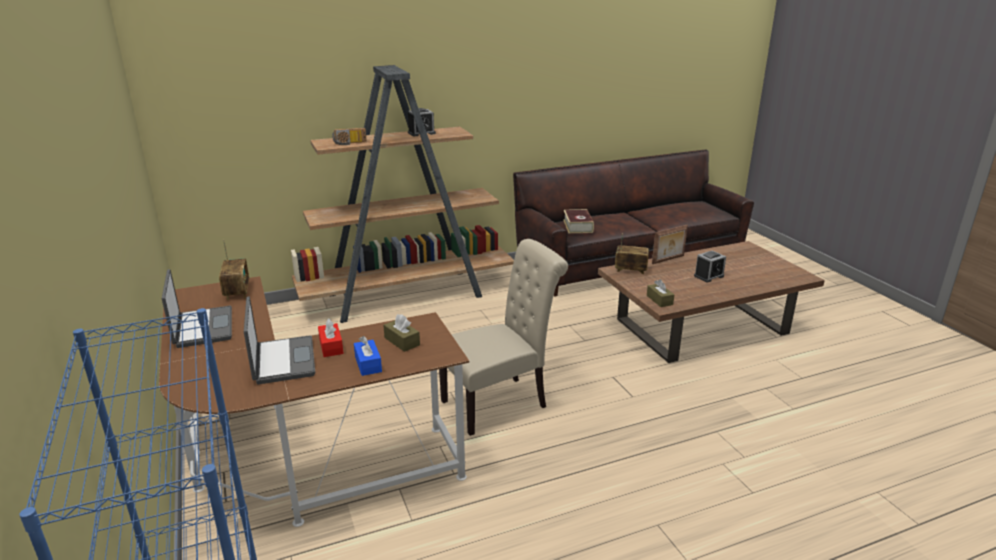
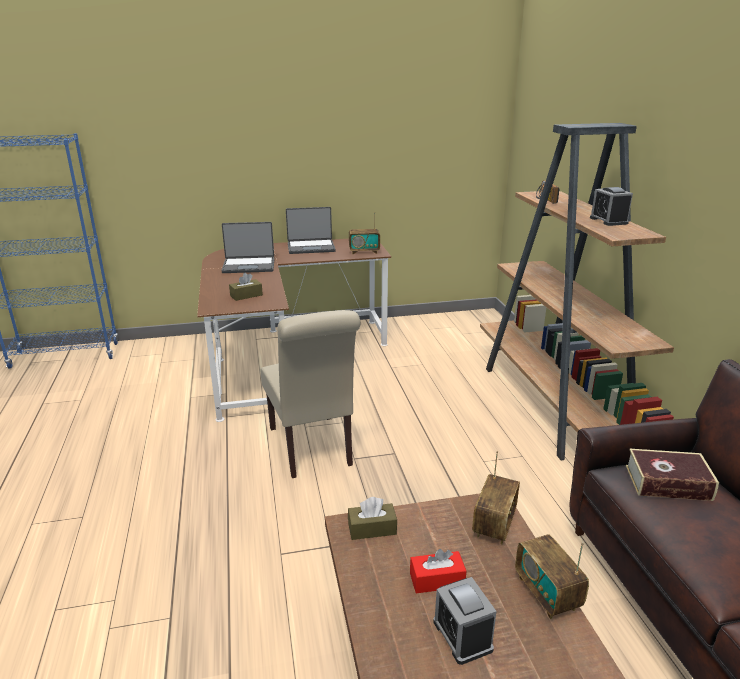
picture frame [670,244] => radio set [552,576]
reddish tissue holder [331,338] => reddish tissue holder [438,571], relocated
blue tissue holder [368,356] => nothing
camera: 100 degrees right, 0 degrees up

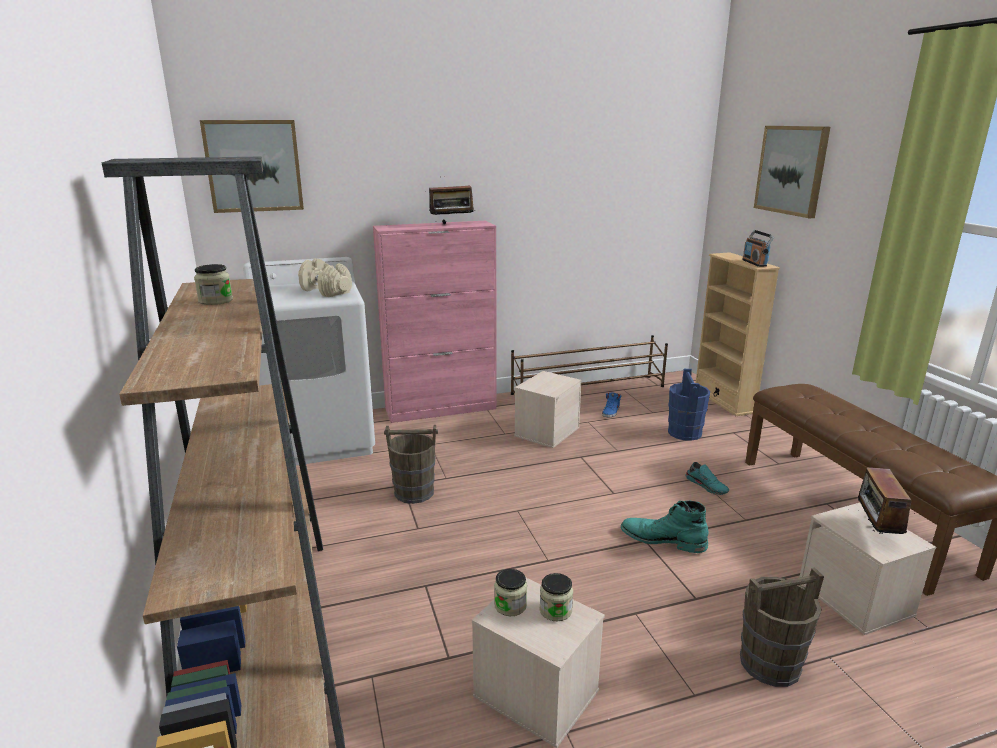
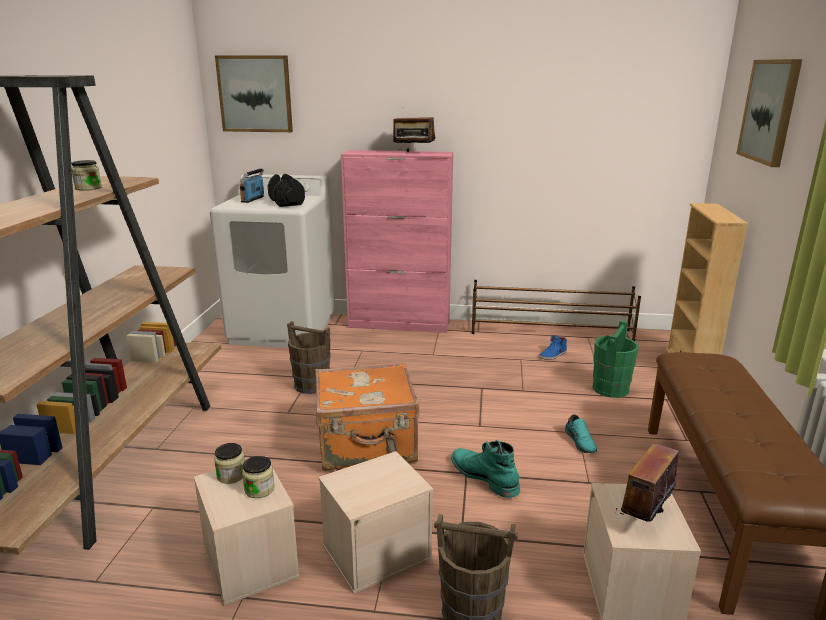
radio set [758,248] => radio set [252,185], relocated
sand-coloured dumbbell [325,277] => black-coloured dumbbell [286,190]
blue bucket [689,405] => green bucket [616,359]
sand-coloured storage container [548,409] => sand-coloured storage container [375,522], relocated
nothing => orange suitcase [367,416]
camera: 25 degrees right, 0 degrees up

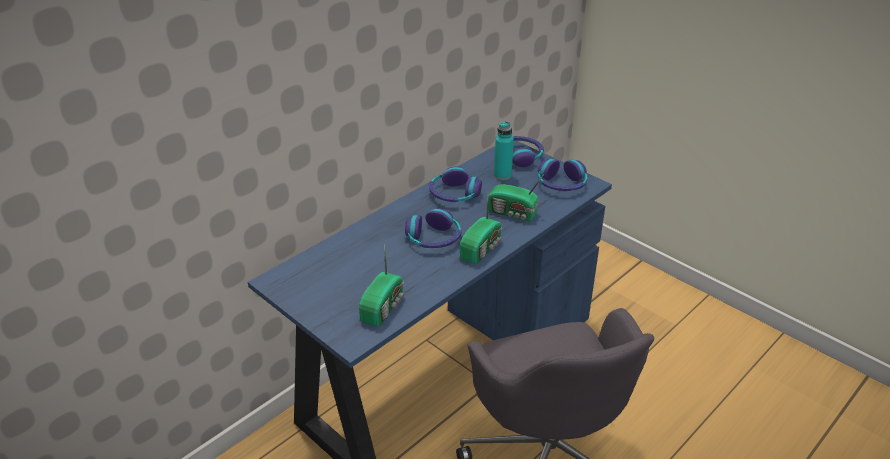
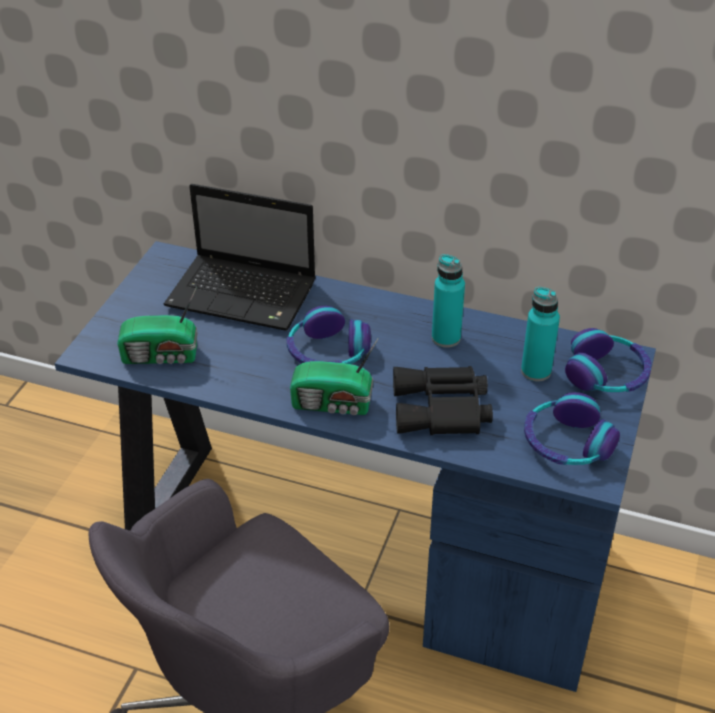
pair of headphones [455,184] => turquoise-coloured bottle [448,301]
radio set [516,197] => black-coloured field glasses [443,400]
nothing => portable computer [240,257]
camera: 65 degrees right, 5 degrees up

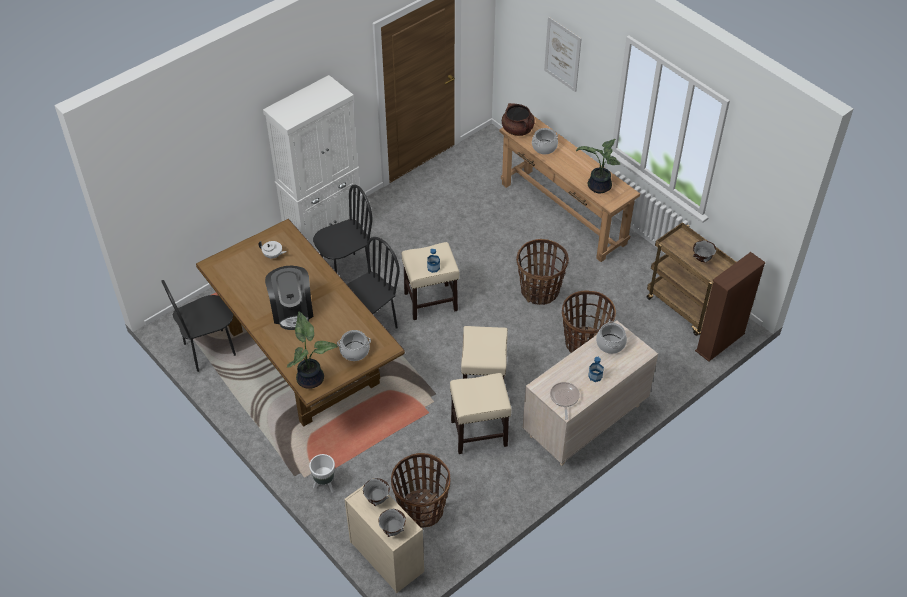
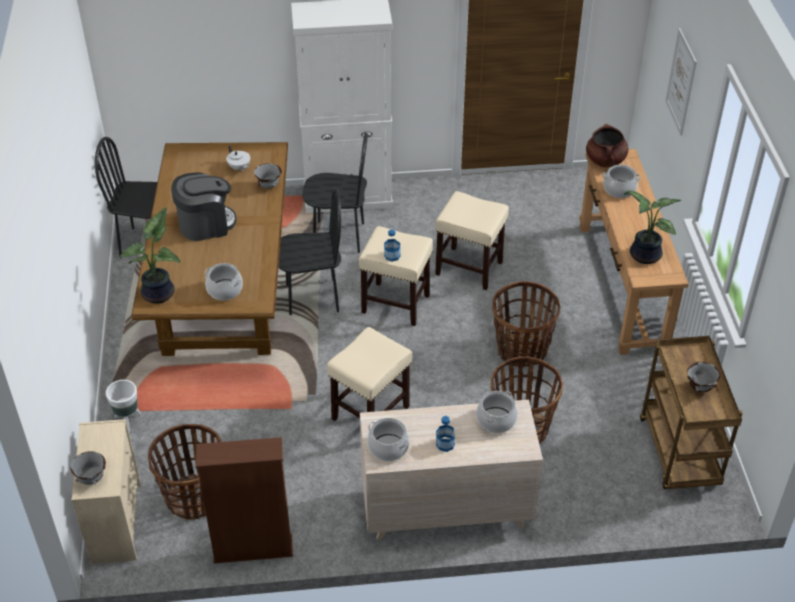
brown-coloured shelving unit [730,307] => brown-coloured shelving unit [244,500], relocated
coffee brewer [289,298] => coffee brewer [204,206], 135 degrees counterclockwise
sand-coloured stool [481,413] => sand-coloured stool [472,240], relocated
frying pan [565,401] => stockpot [388,439]
greyish deep dish [376,492] => greyish deep dish [268,176], relocated
camera: 35 degrees right, 5 degrees down

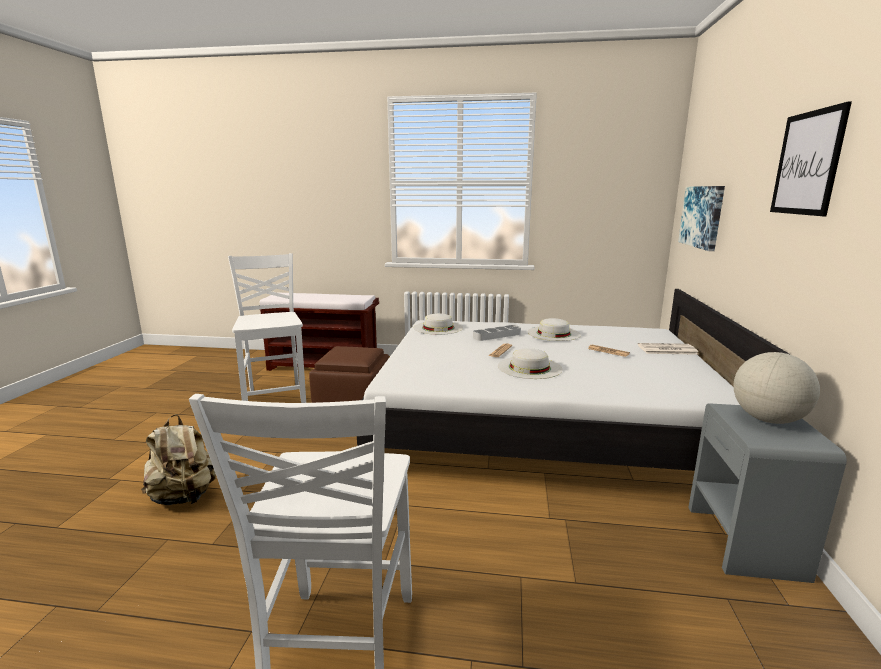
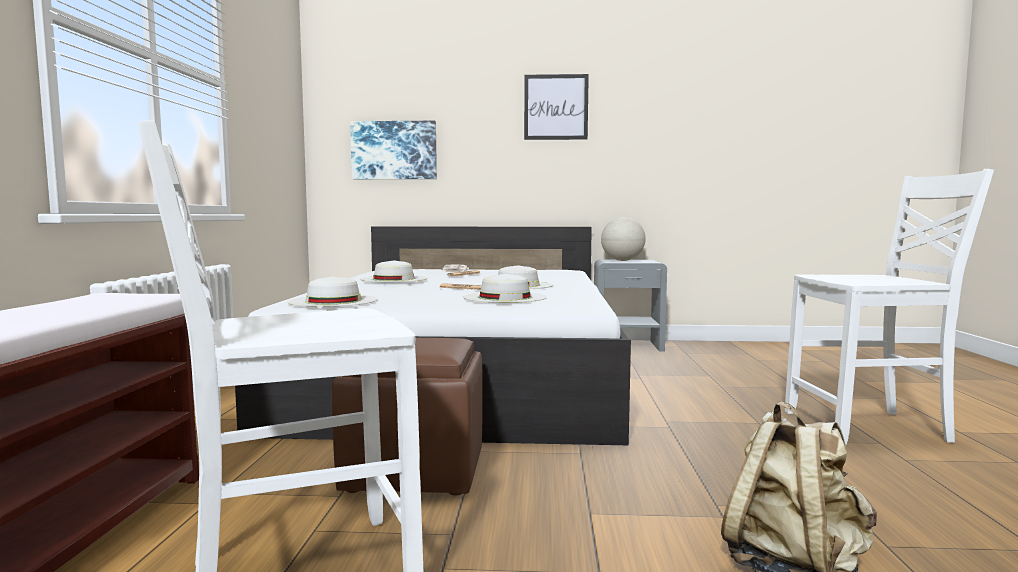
greyish carrying tray [497,333] => nothing
nothing => white clothing hat [505,288]
camera: 95 degrees left, 10 degrees down

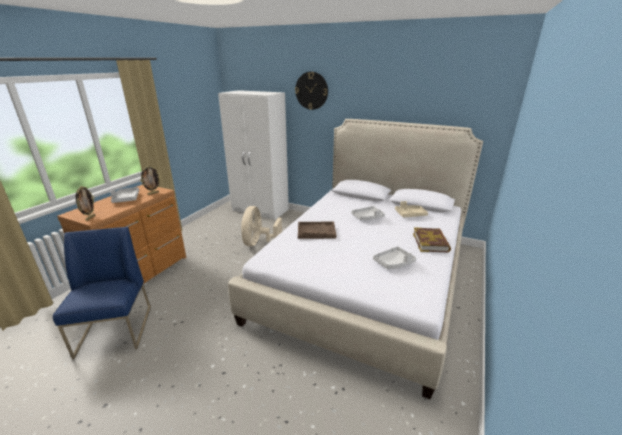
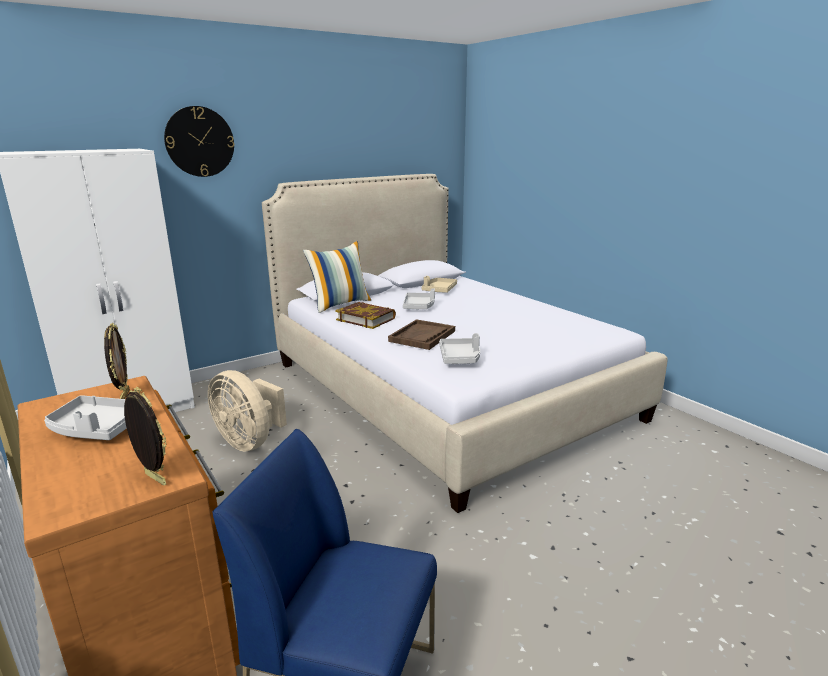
bound book [432,240] => bound book [365,315], relocated
greyish carrying tray [395,257] => greyish carrying tray [459,348], relocated
nothing => pillow [337,277]
camera: 60 degrees left, 5 degrees down

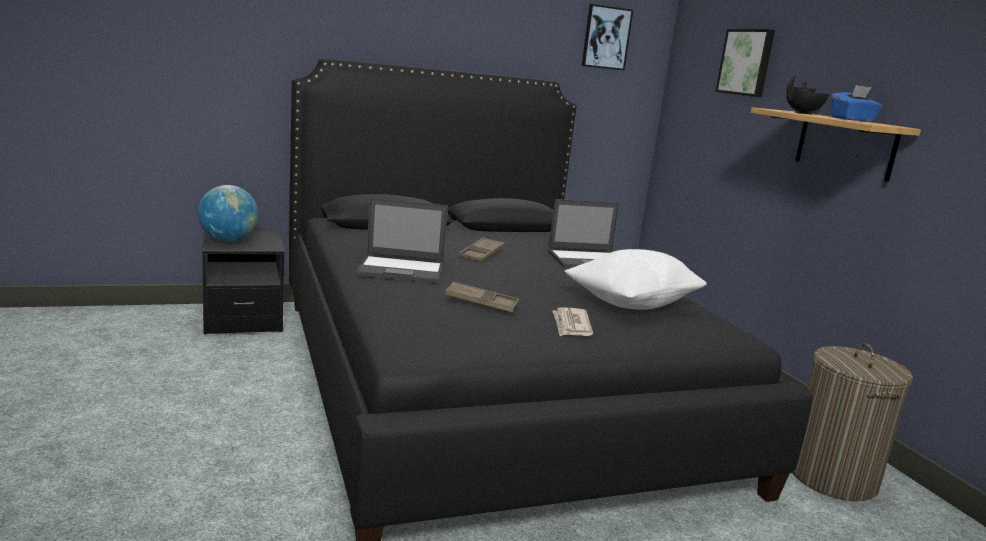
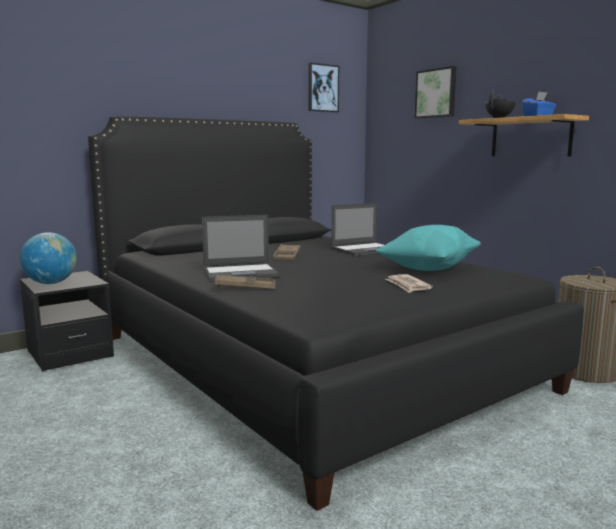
white pillow [636,279] => turquoise-coloured pillow [428,248]
brown-coloured carrying tray [482,297] => brown-coloured carrying tray [245,282], relocated
camera: 15 degrees left, 5 degrees down

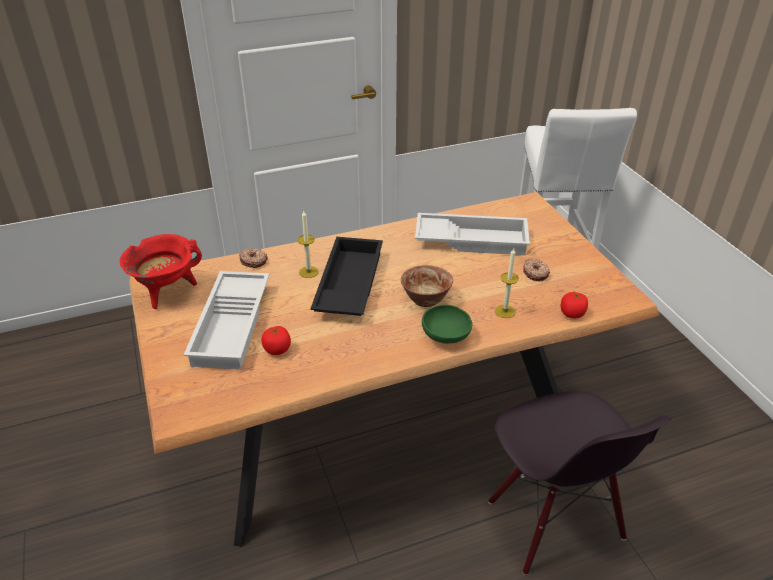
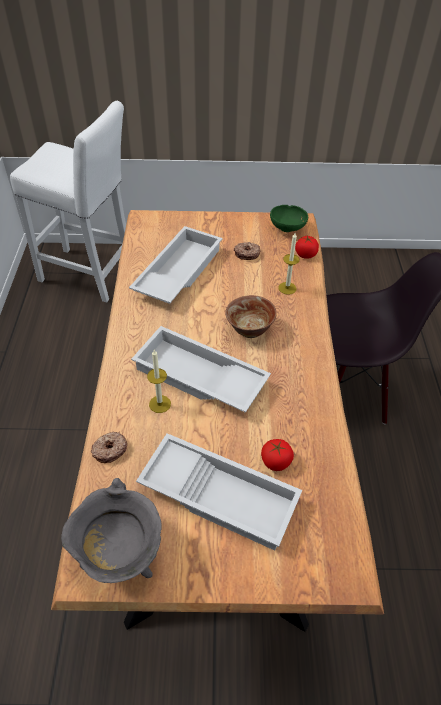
reddish stockpot [161,271] => greyish stockpot [111,530]
black-coloured carrying tray [346,276] => white carrying tray [201,369]
green deep dish [447,324] => green deep dish [289,218], relocated
camera: 70 degrees left, 10 degrees up

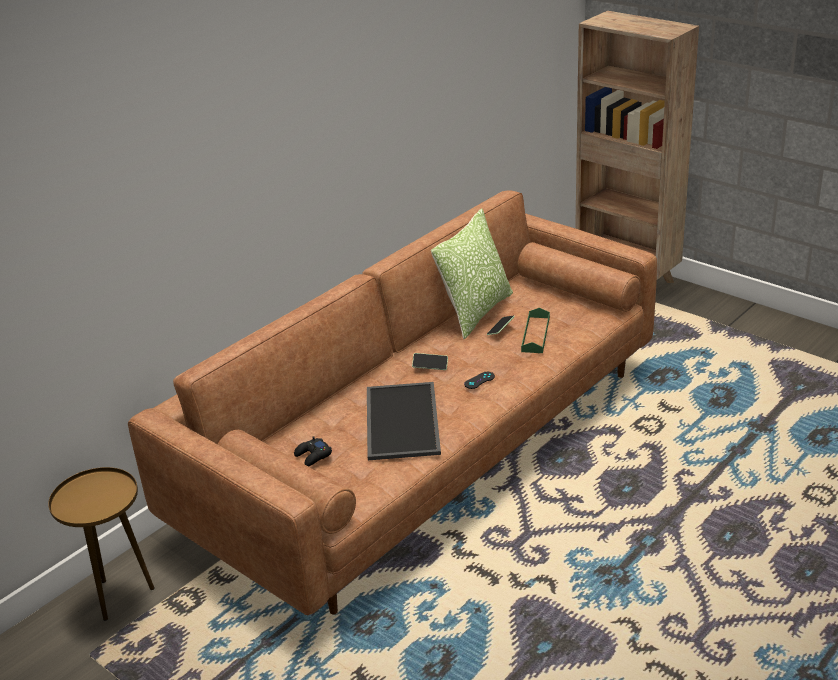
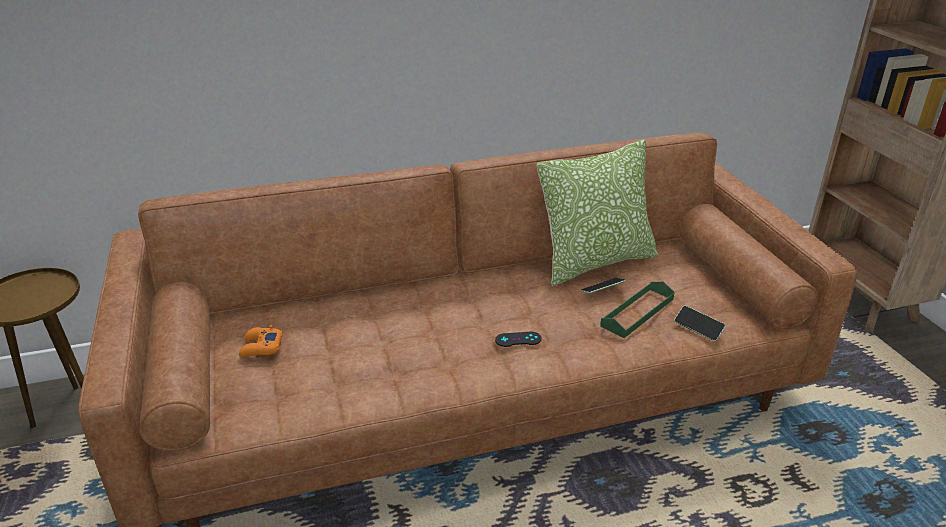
phone [430,361] => phone [700,323], relocated
carrying tray [404,421] => nothing
black-coloured gamepad [313,451] => orange gamepad [261,341]
camera: 30 degrees right, 0 degrees up

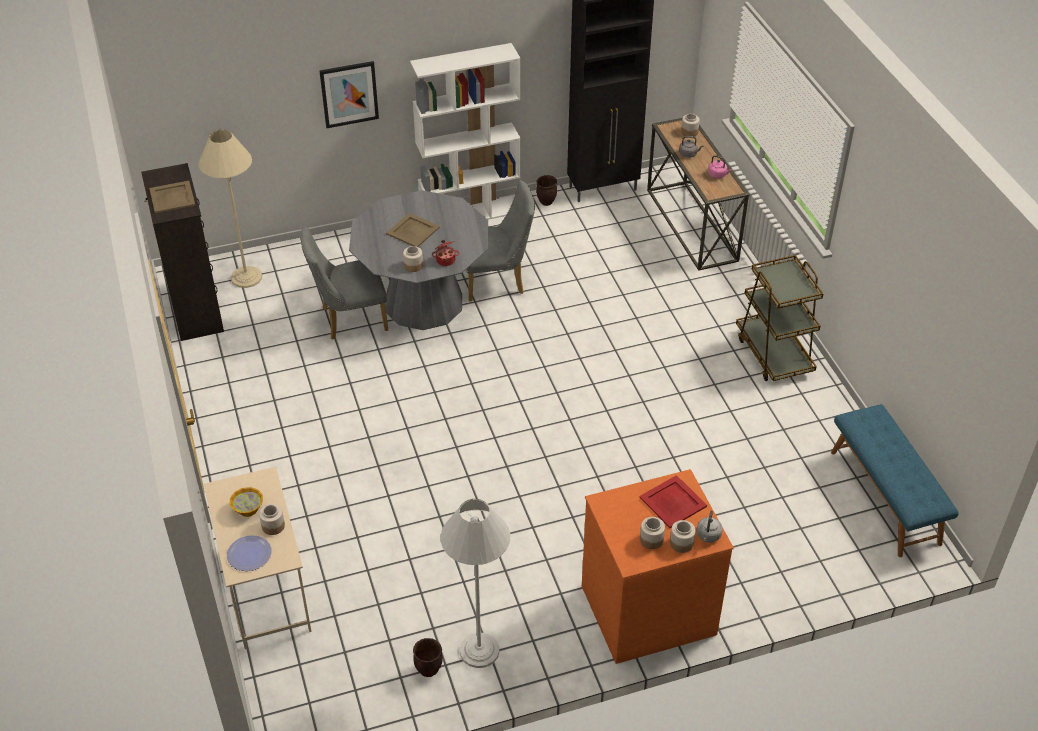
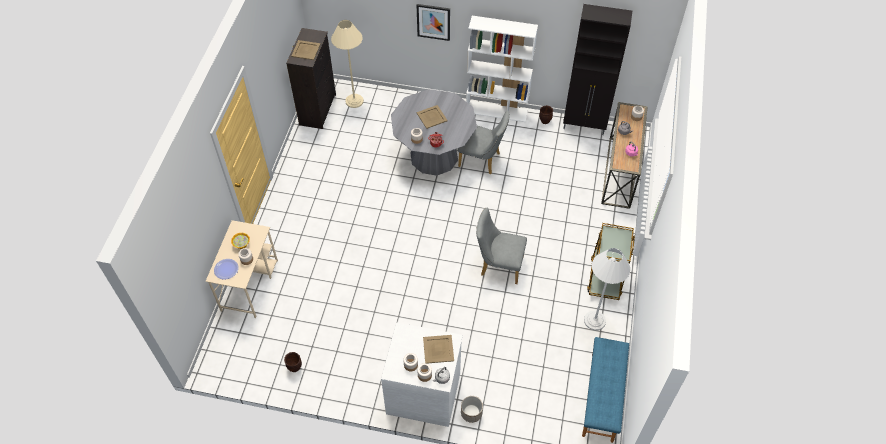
greyish plain chair [344,283] => greyish plain chair [501,245], relocated
orange chest of drawers [658,566] => white chest of drawers [422,374]
reddish carrying tray [673,501] => sand-coloured carrying tray [438,349]
white standing lamp [475,583] => white standing lamp [607,289], relocated
nothing => flower pot [472,409]
camera: 30 degrees right, 10 degrees up

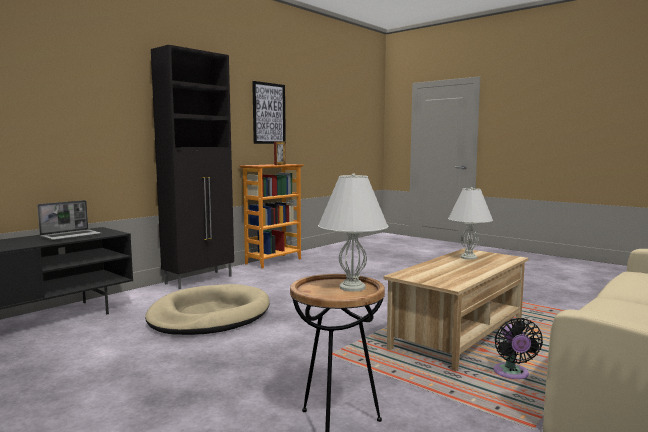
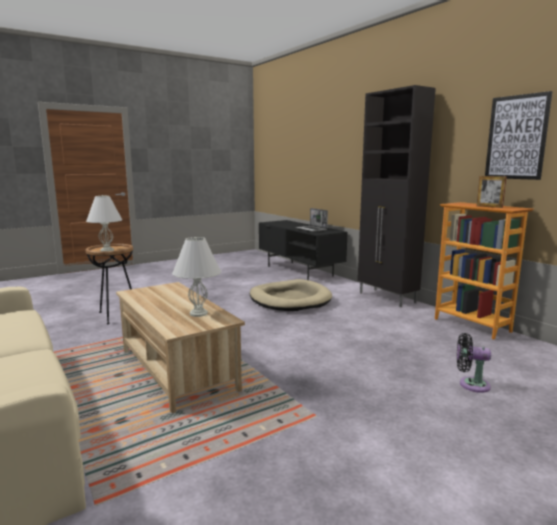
black-coloured cooling fan [518,348] => black-coloured cooling fan [474,363], relocated
camera: 105 degrees right, 5 degrees up

